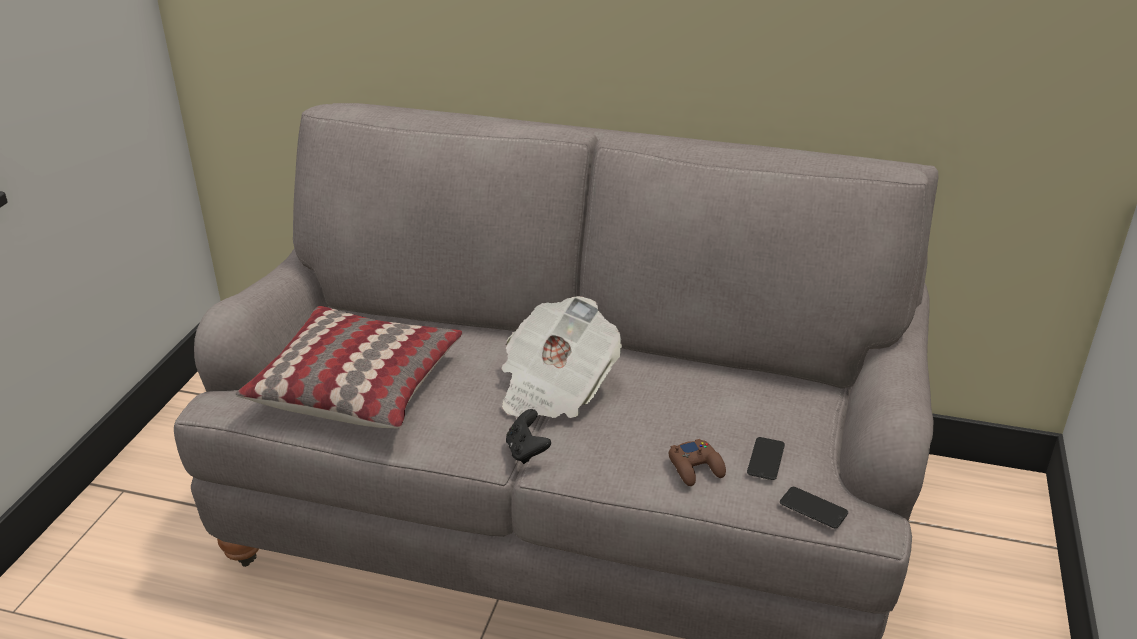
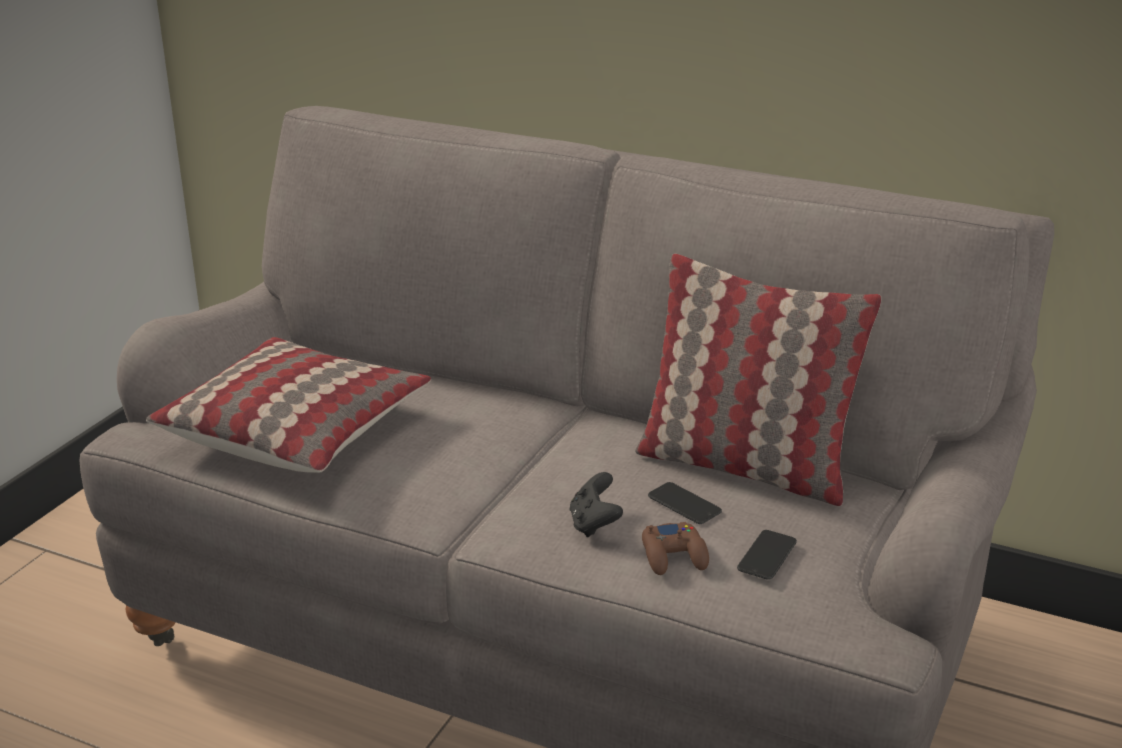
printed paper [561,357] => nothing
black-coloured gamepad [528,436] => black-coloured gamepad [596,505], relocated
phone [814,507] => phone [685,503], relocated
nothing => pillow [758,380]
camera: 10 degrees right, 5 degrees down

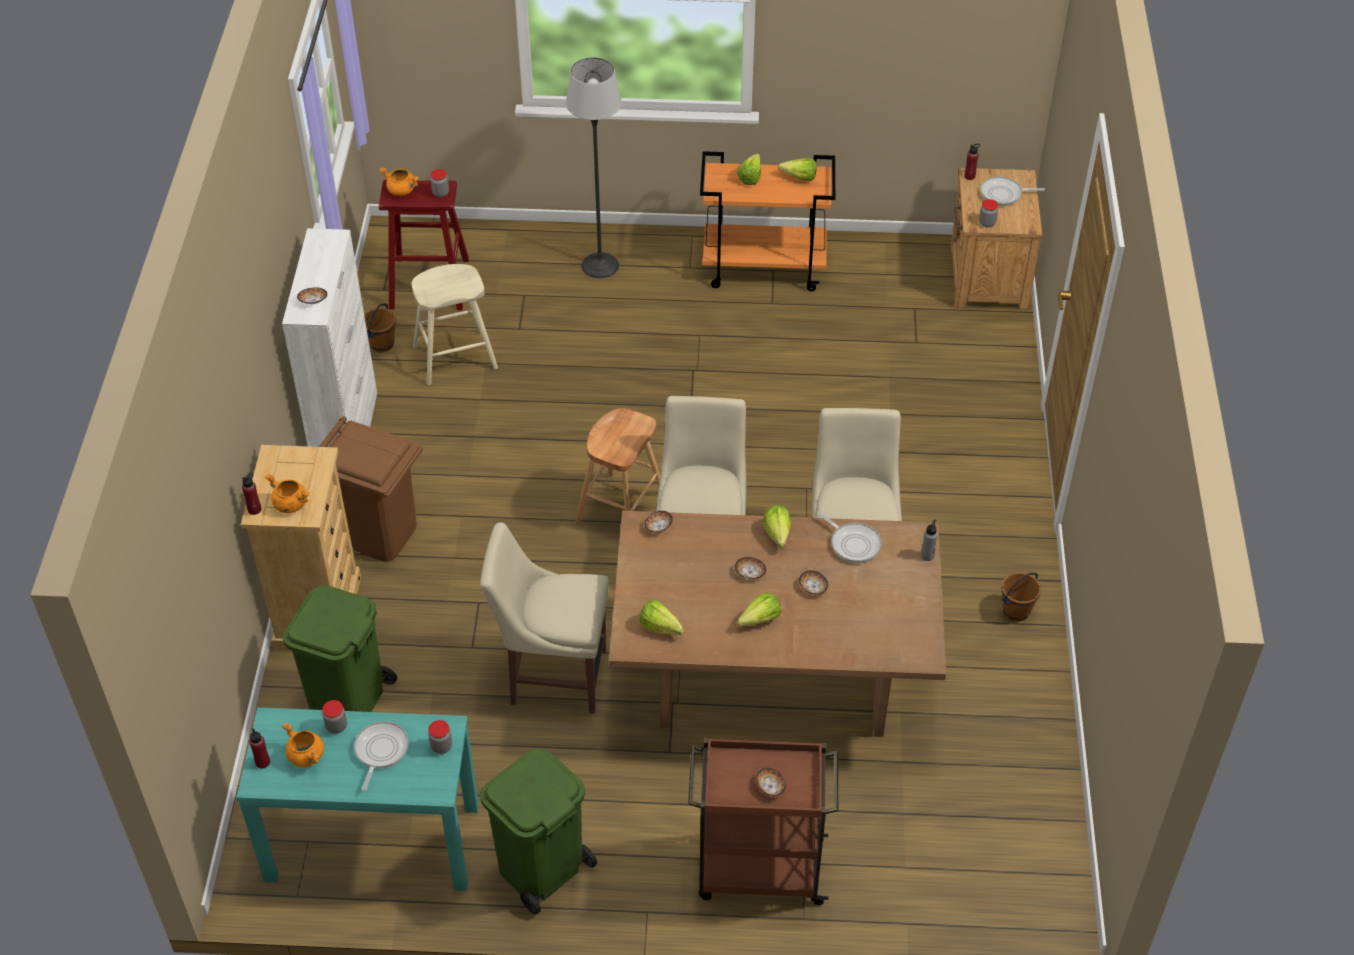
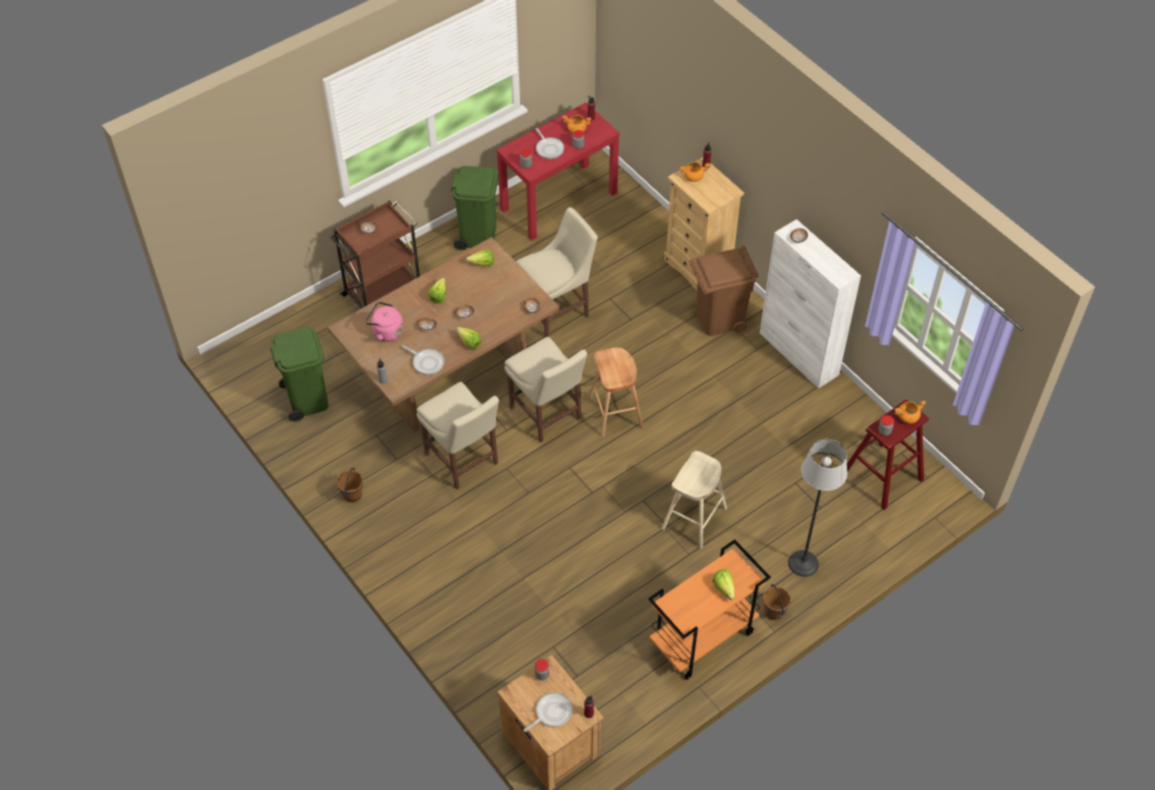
lettuce head [797,169] => nothing
sand-coloured stool [455,324] => sand-coloured stool [694,499], relocated
brown-coloured bucket [380,328] => brown-coloured bucket [777,602], relocated
frying pan [849,537] => frying pan [423,360], 150 degrees counterclockwise
green waste bin [339,648] => green waste bin [299,374], relocated
turquoise-coloured hall table [357,799] => reddish hall table [558,172]
nothing => pinkish water kettle [384,322]
camera: 140 degrees right, 5 degrees up

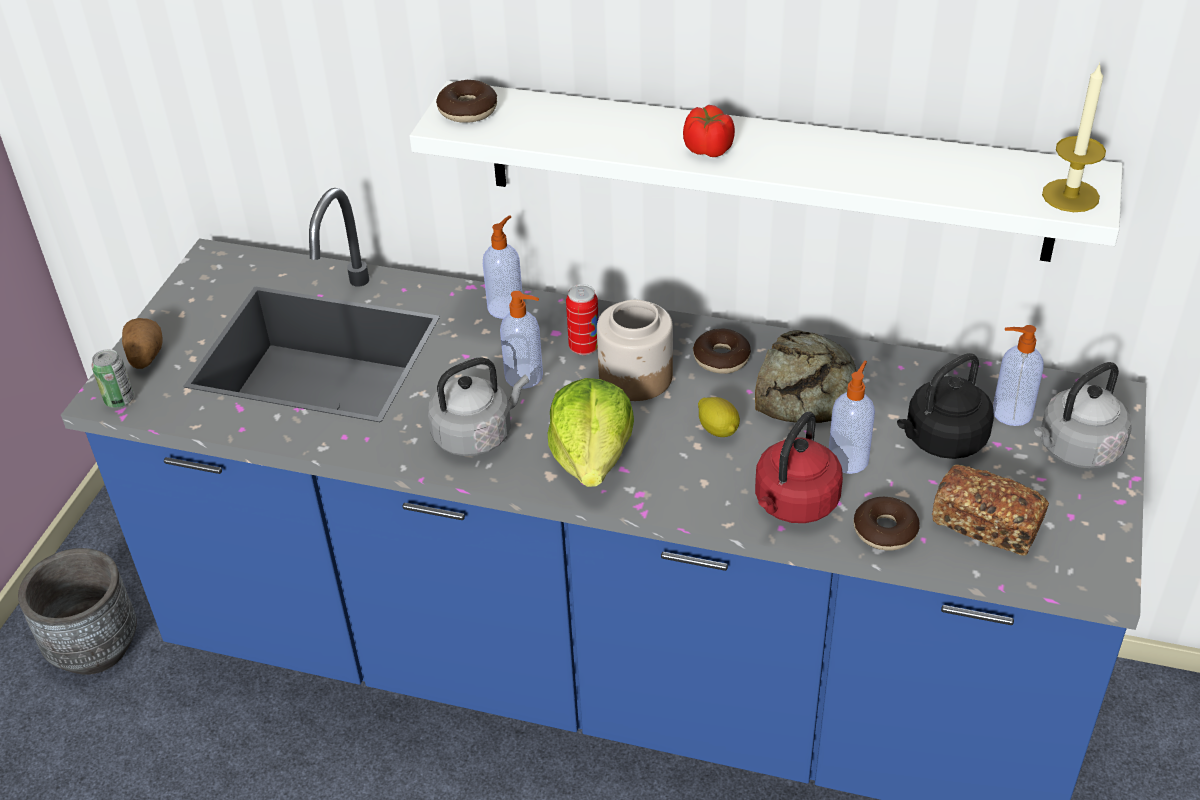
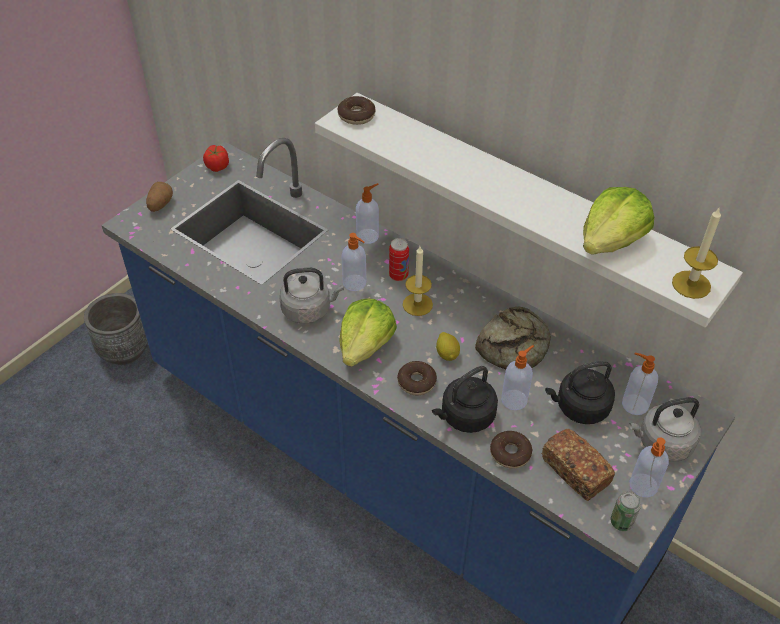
tomato [709,131] => tomato [216,158], relocated
storage jar [635,350] => candle [418,281]
doughnut [722,351] => doughnut [417,378], relocated
can [112,378] => can [625,511], relocated
reddish water kettle [799,467] => black-coloured water kettle [465,399]
nothing => lettuce head [618,221]
nothing => liquid soap bottle [649,467]
camera: 20 degrees right, 5 degrees up

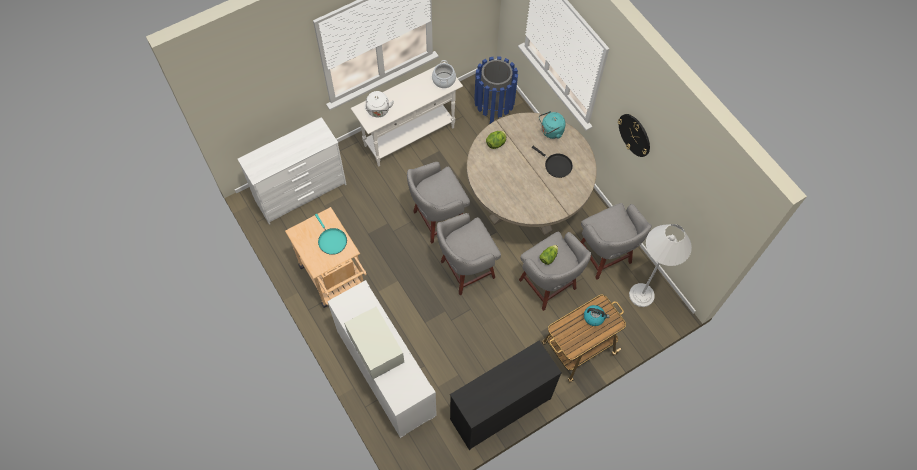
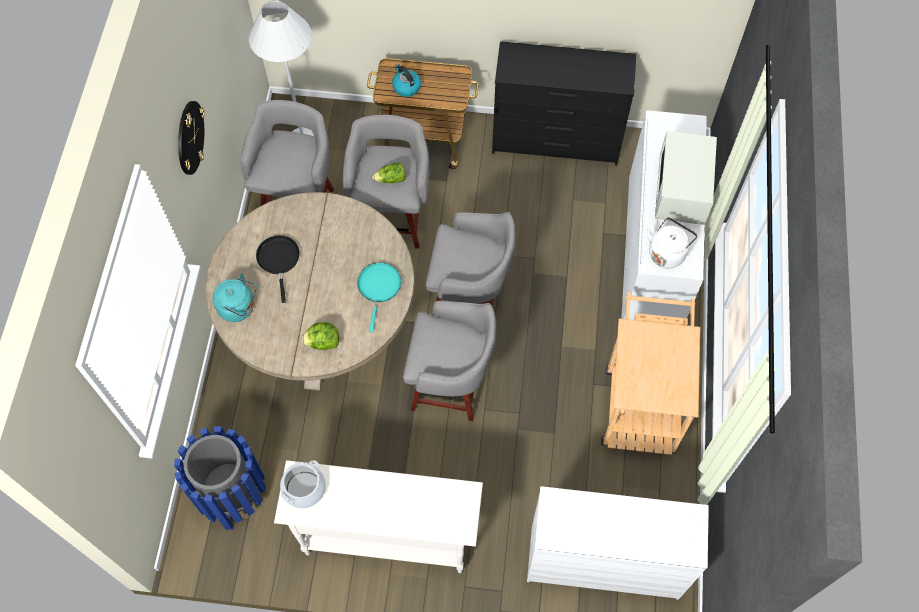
white water kettle [380,104] => white water kettle [672,242], relocated
turquoise-coloured frying pan [331,234] => turquoise-coloured frying pan [379,297], relocated
camera: 140 degrees left, 0 degrees up

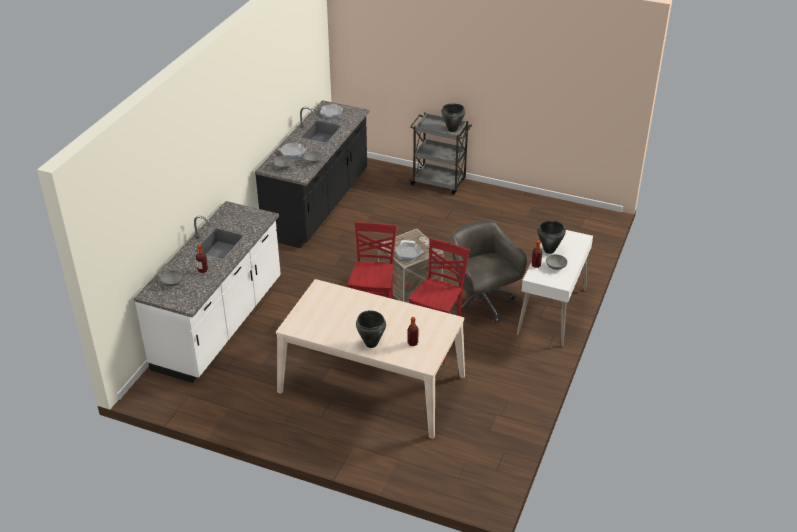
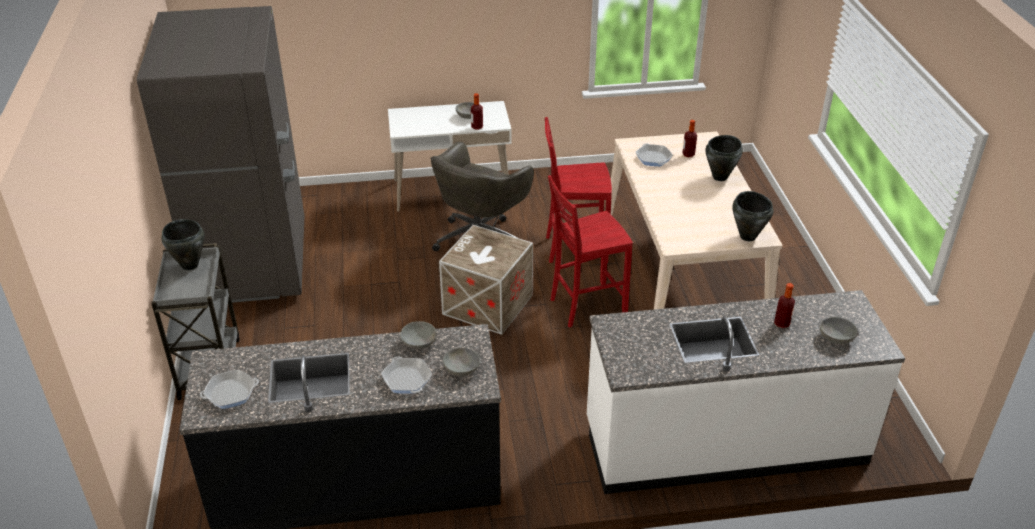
black-coloured stockpot [551,237] => black-coloured stockpot [752,216], relocated
frying pan [409,251] => frying pan [654,154], relocated
nothing => greyish kitchen fridge [220,154]
camera: 120 degrees left, 0 degrees up

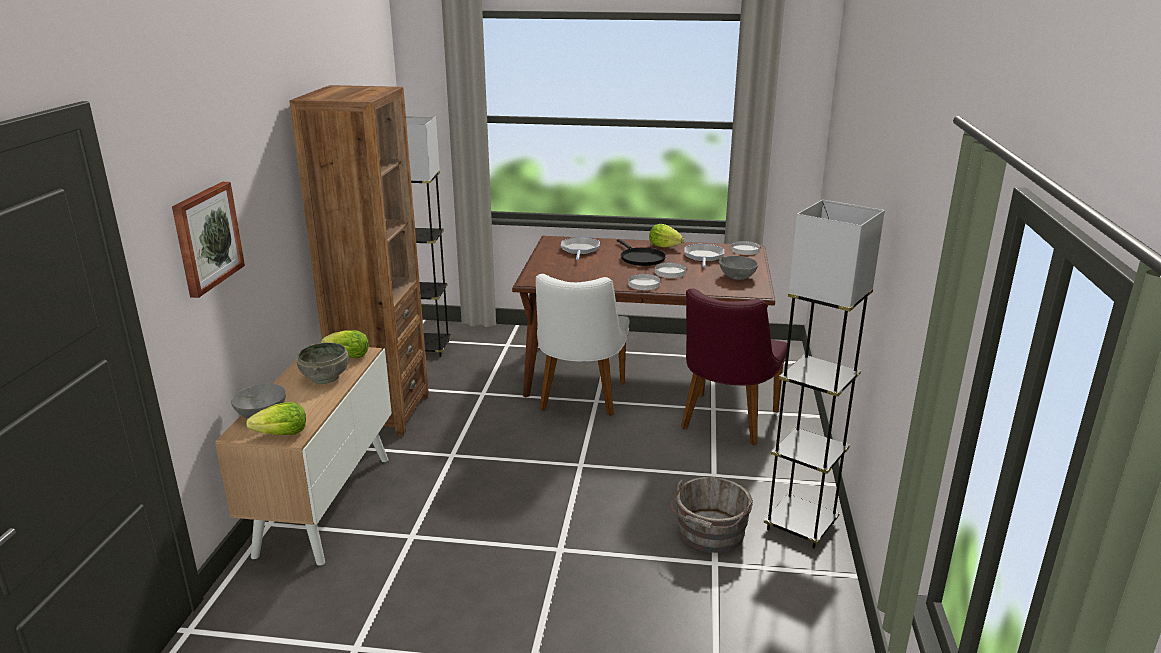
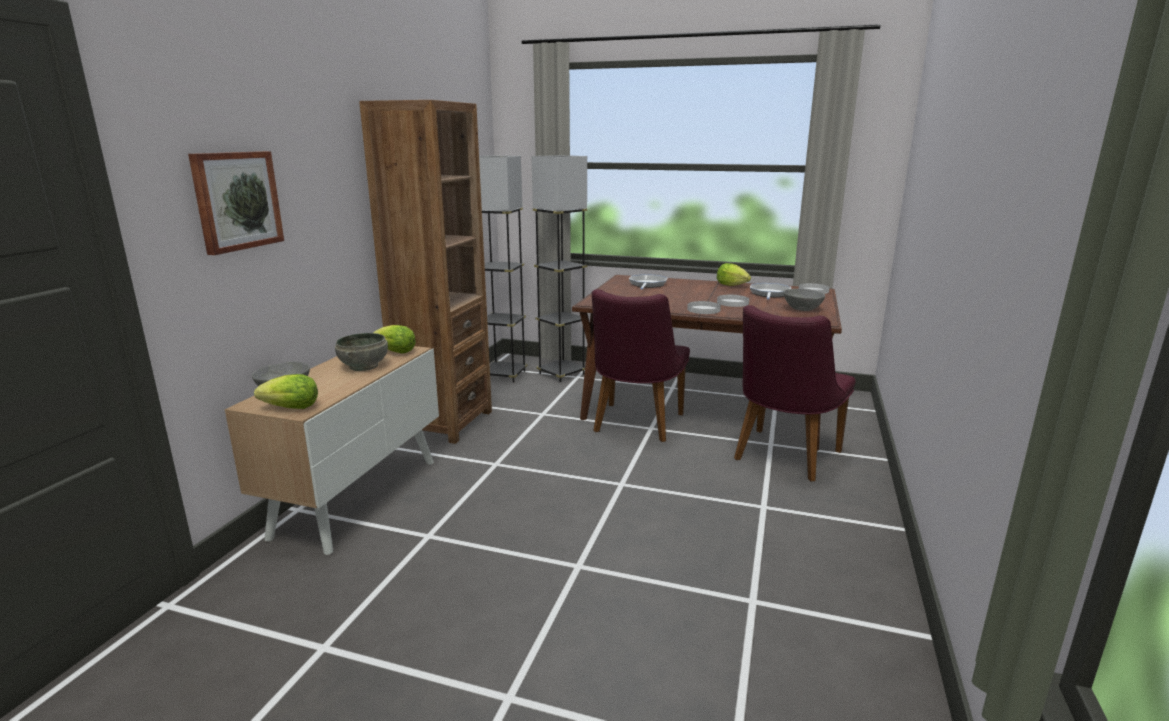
black-coloured standing lamp [824,374] => black-coloured standing lamp [559,268], relocated
black-coloured frying pan [641,252] => nothing
white plain chair [583,345] => purple-coloured plain chair [641,365]
greyish bucket [712,514] => nothing
camera: 10 degrees right, 5 degrees down

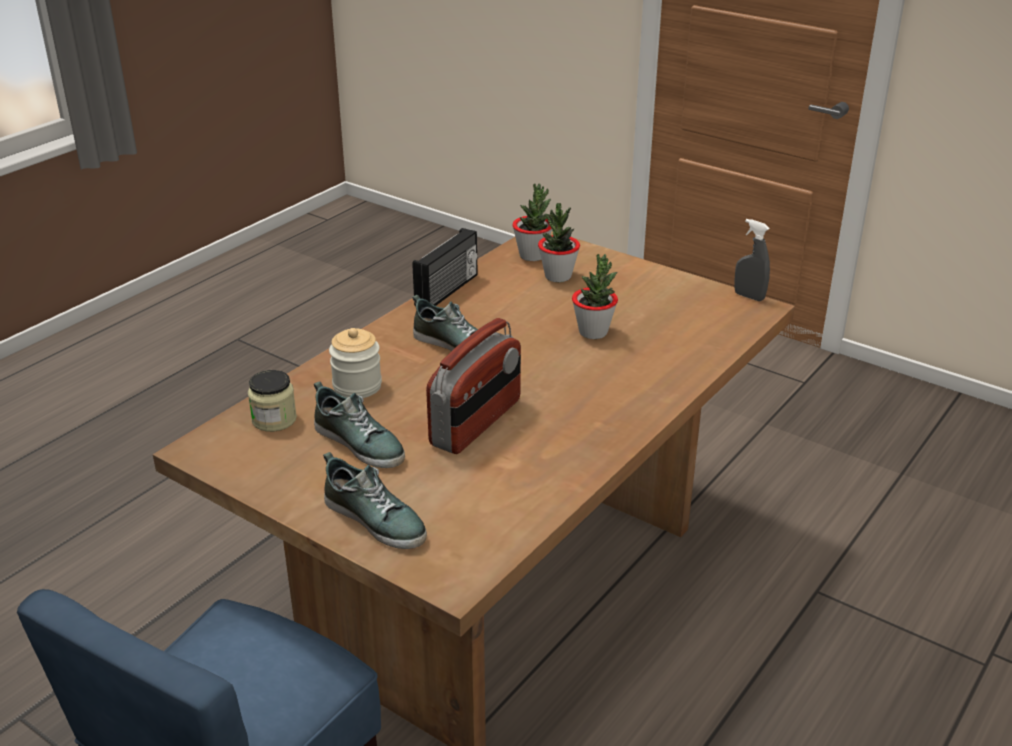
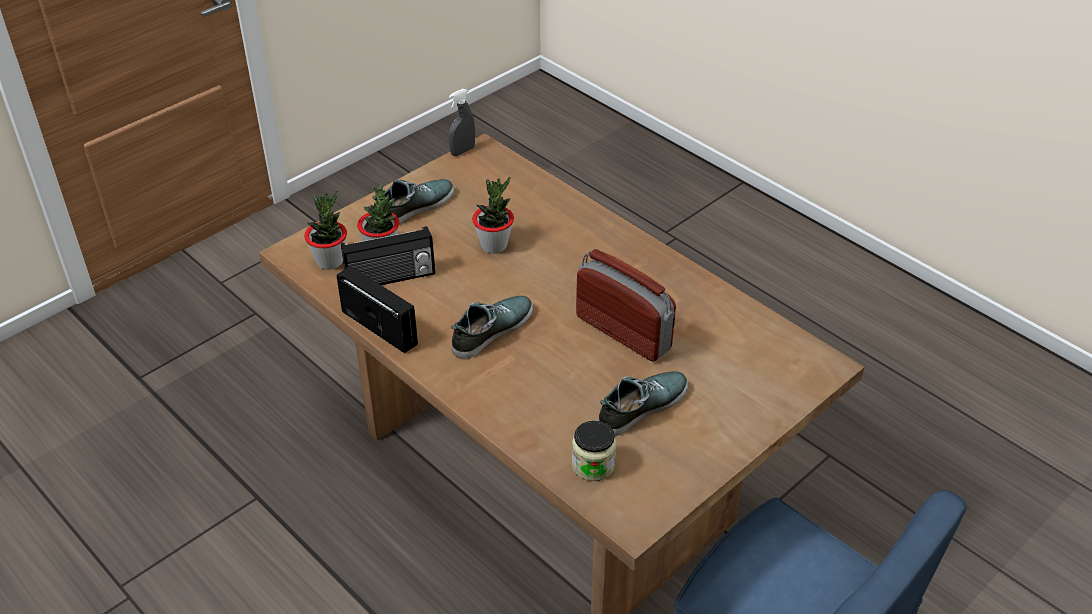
storage jar [355,363] => nothing
shoe [375,500] => shoe [413,201], relocated
nothing => radio set [388,255]
camera: 80 degrees left, 10 degrees up

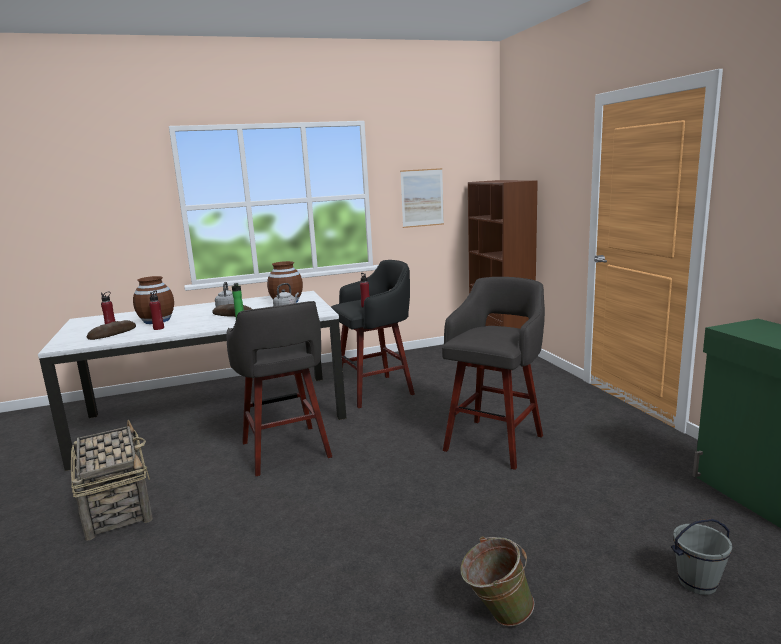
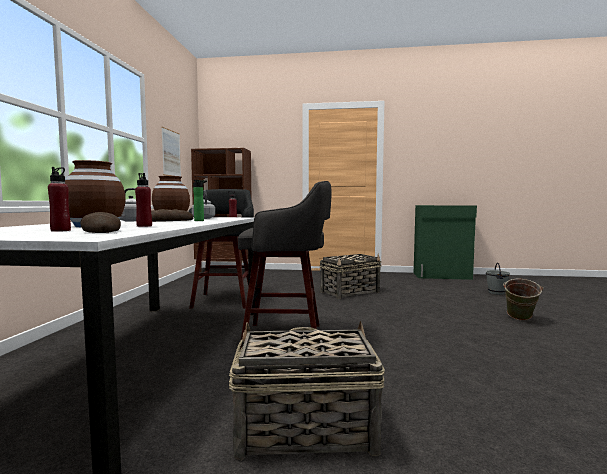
greyish stool [493,373] => storage basket [350,276]
camera: 65 degrees left, 10 degrees down

